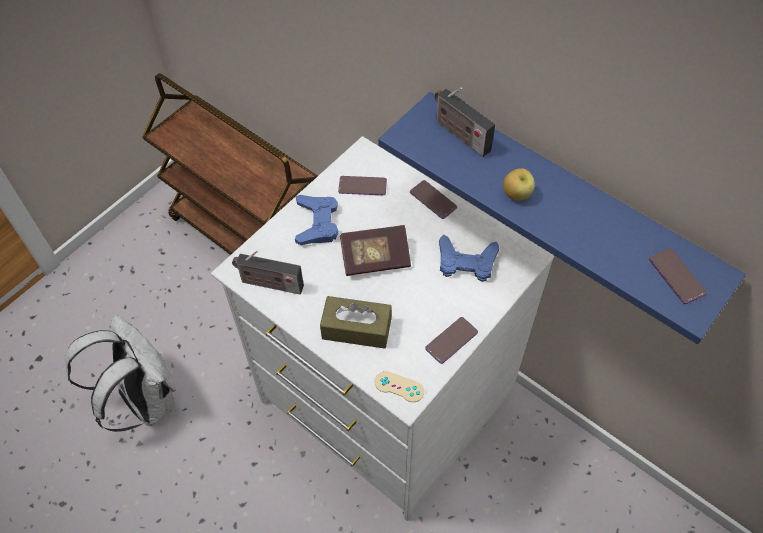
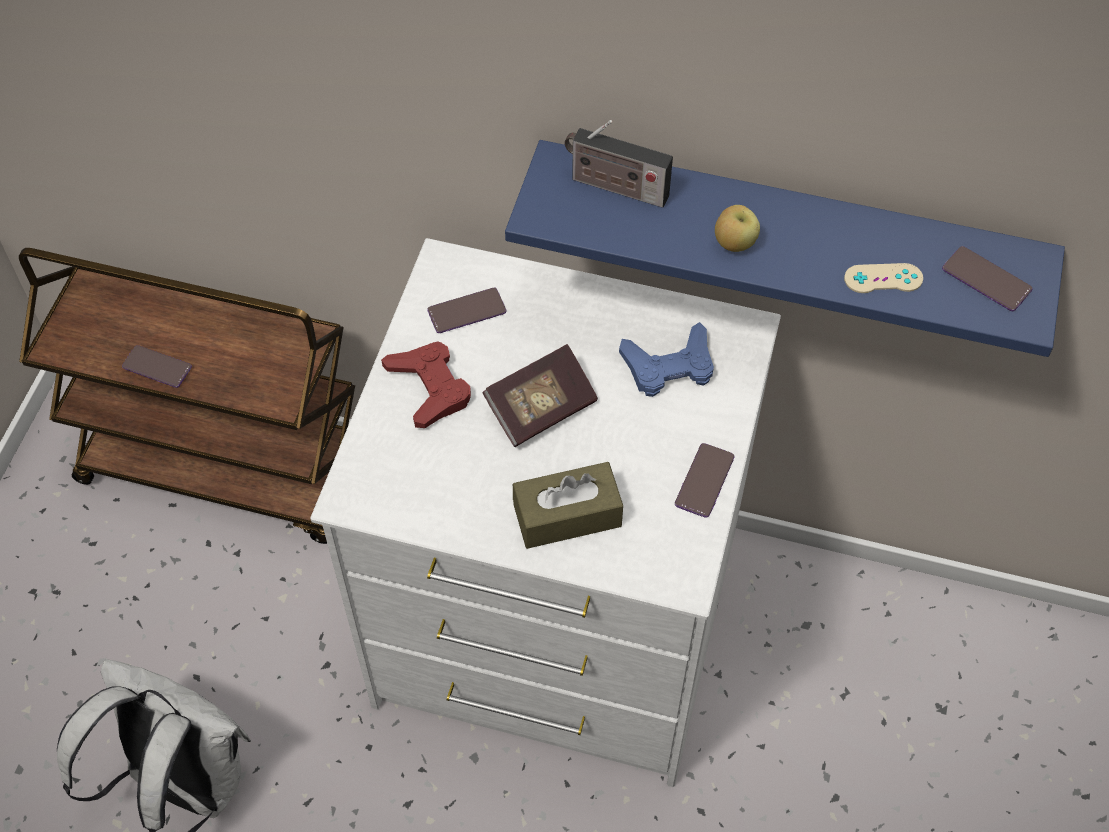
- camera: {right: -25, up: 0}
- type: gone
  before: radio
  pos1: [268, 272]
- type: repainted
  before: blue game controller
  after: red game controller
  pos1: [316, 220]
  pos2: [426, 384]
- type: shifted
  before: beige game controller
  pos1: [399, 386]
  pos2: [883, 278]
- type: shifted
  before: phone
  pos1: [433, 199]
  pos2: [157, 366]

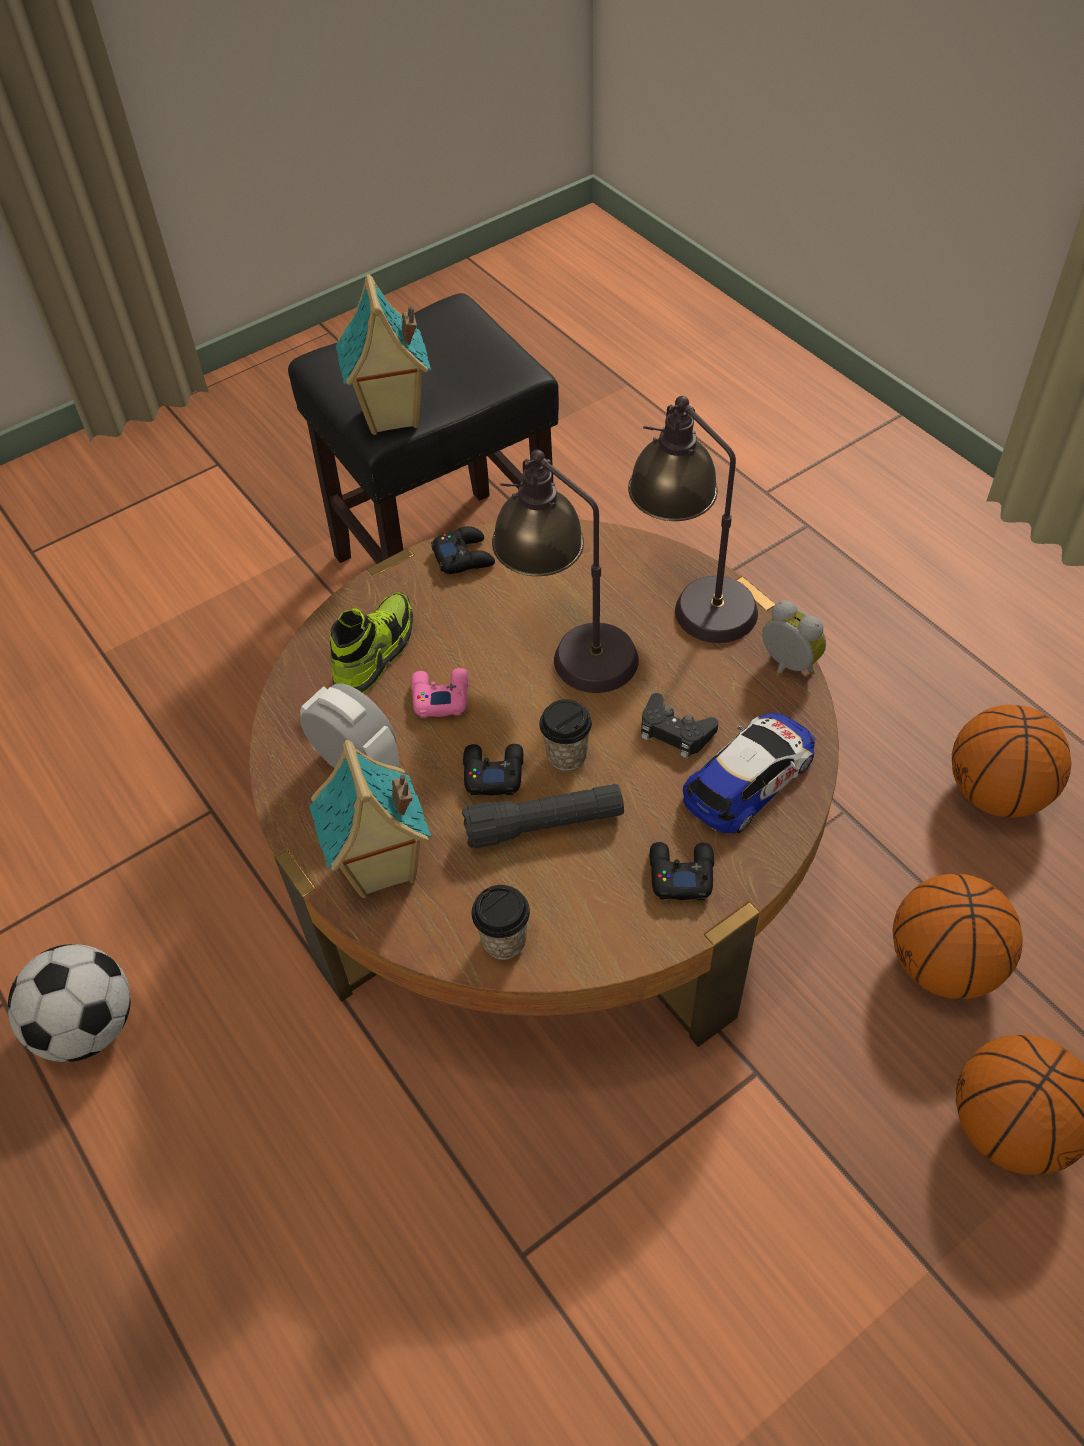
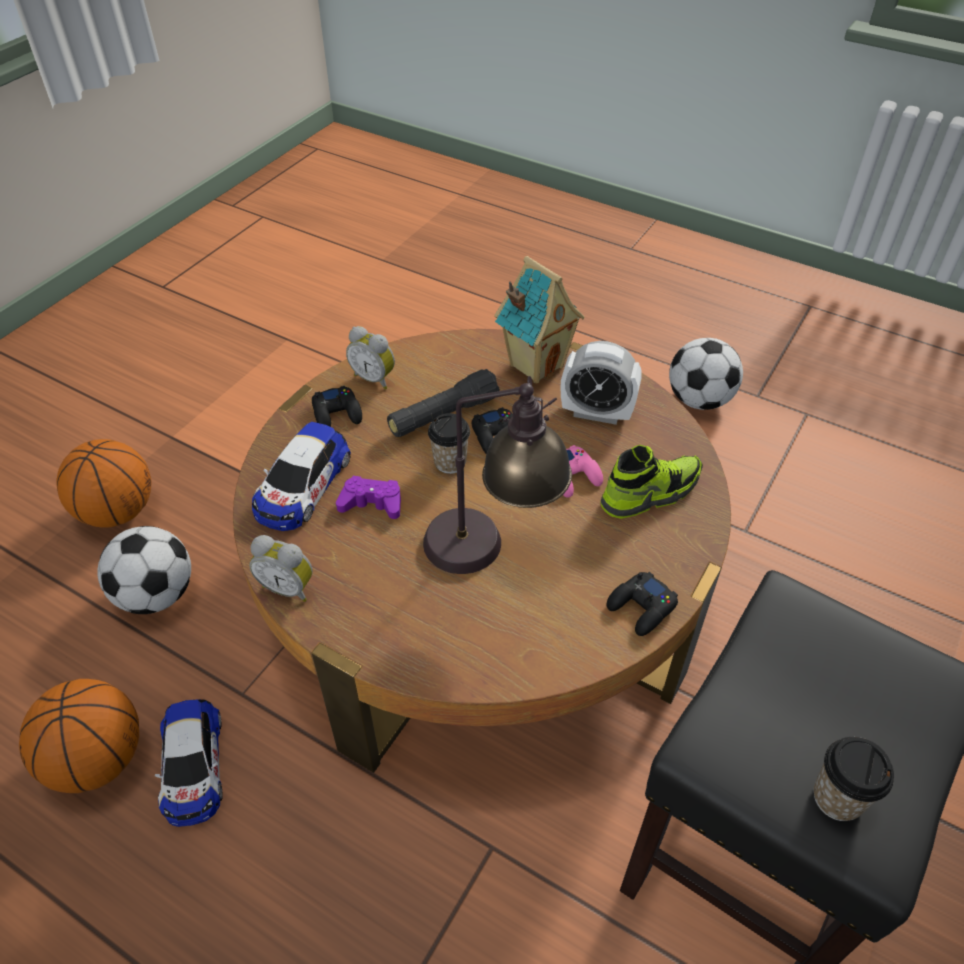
- camera: {right: 155, up: -5}
- type: rotated
  before: shoe
  pos1: [371, 643]
  pos2: [652, 482]
  turn: -120
- type: gone
  before: toy house
  pos1: [383, 354]
- type: shifted
  before: cup
  pos1: [500, 922]
  pos2: [854, 779]
- type: gone
  before: table lamp
  pos1: [693, 519]
- type: repainted
  before: black game controller
  after: purple game controller
  pos1: [679, 725]
  pos2: [368, 497]
- type: swapped
  before: basketball
  after: football
  pos1: [958, 936]
  pos2: [144, 570]
- type: new
  after: toy car
  pos2: [189, 763]
- type: new
  after: alarm clock
  pos2: [370, 357]

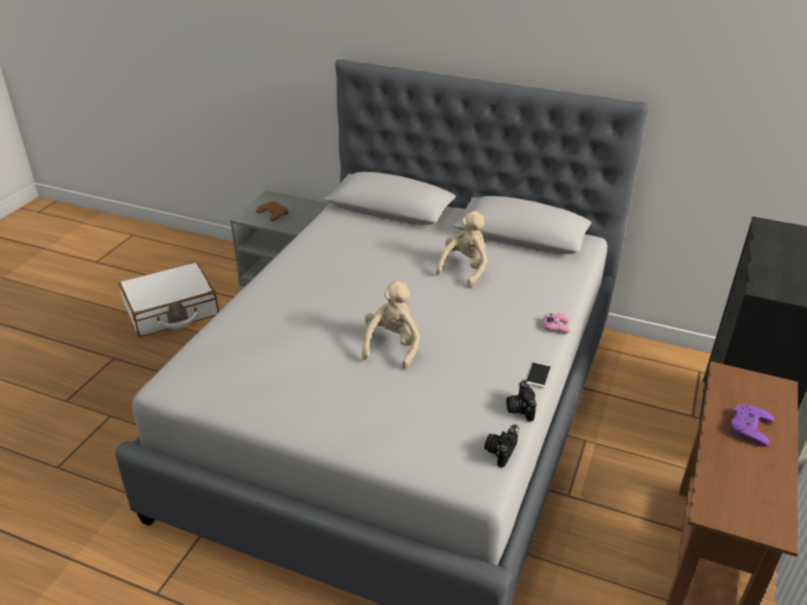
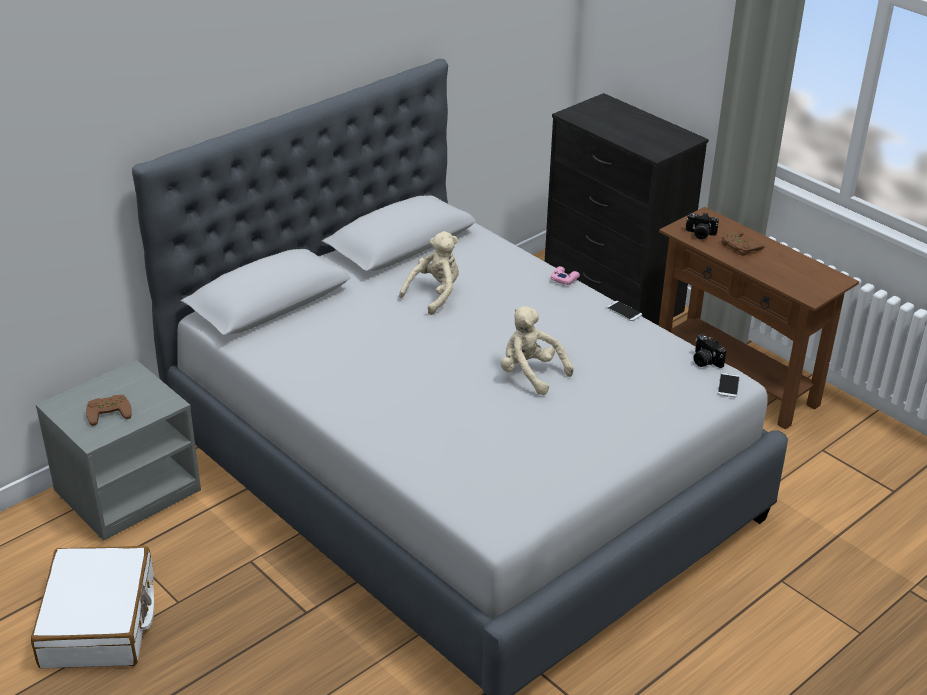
- camera: {right: -65, up: 0}
- type: rotated
  before: beige plush toy
  pos1: [461, 249]
  pos2: [429, 273]
  turn: 75
- type: shifted
  before: photo camera
  pos1: [521, 400]
  pos2: [702, 226]
- type: repainted
  before: purple game controller
  after: brown game controller
  pos1: [752, 425]
  pos2: [742, 243]
- type: new
  after: phone
  pos2: [729, 385]

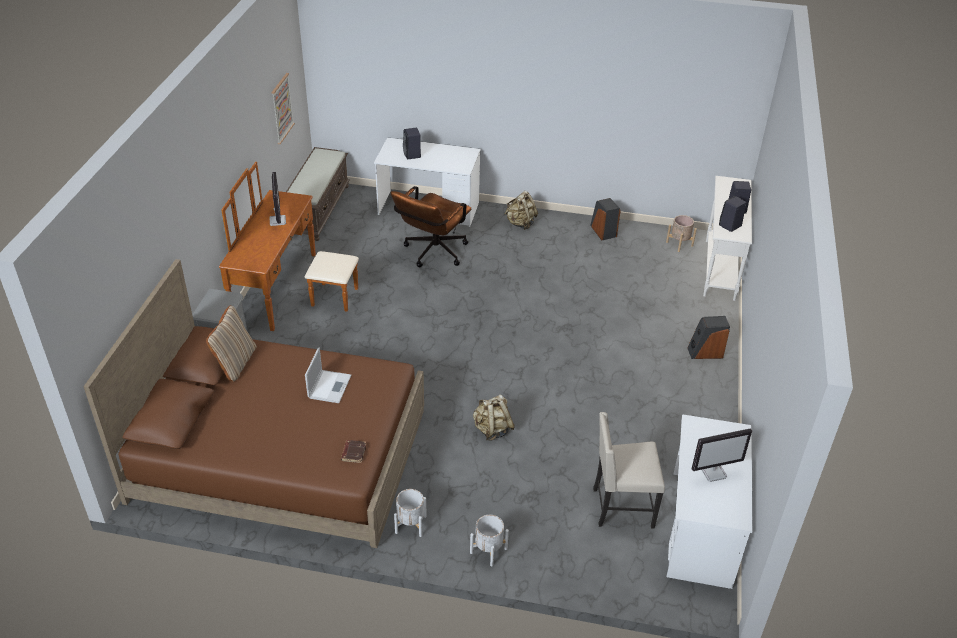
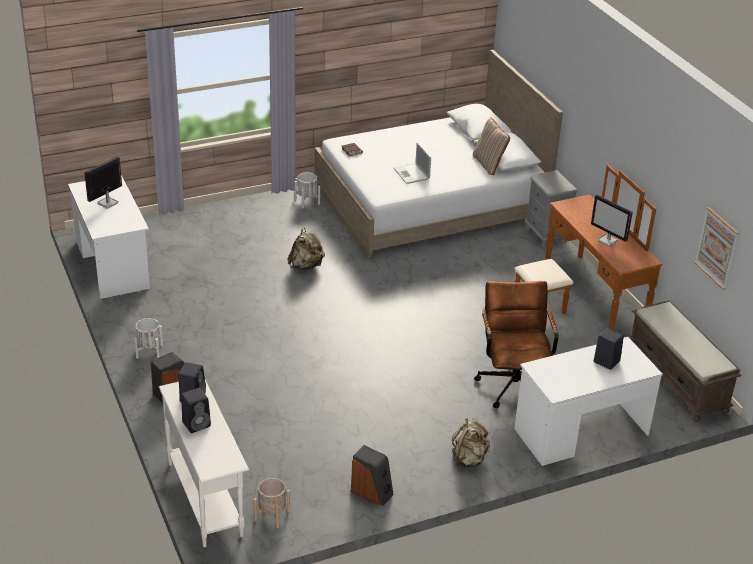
- camera: {right: 145, up: -5}
- type: repainted
  before: brown bed
  after: white bed
  pos1: [253, 403]
  pos2: [439, 154]
- type: shifted
  before: white planter
  pos1: [489, 541]
  pos2: [148, 338]
- type: gone
  before: beige chair
  pos1: [629, 470]

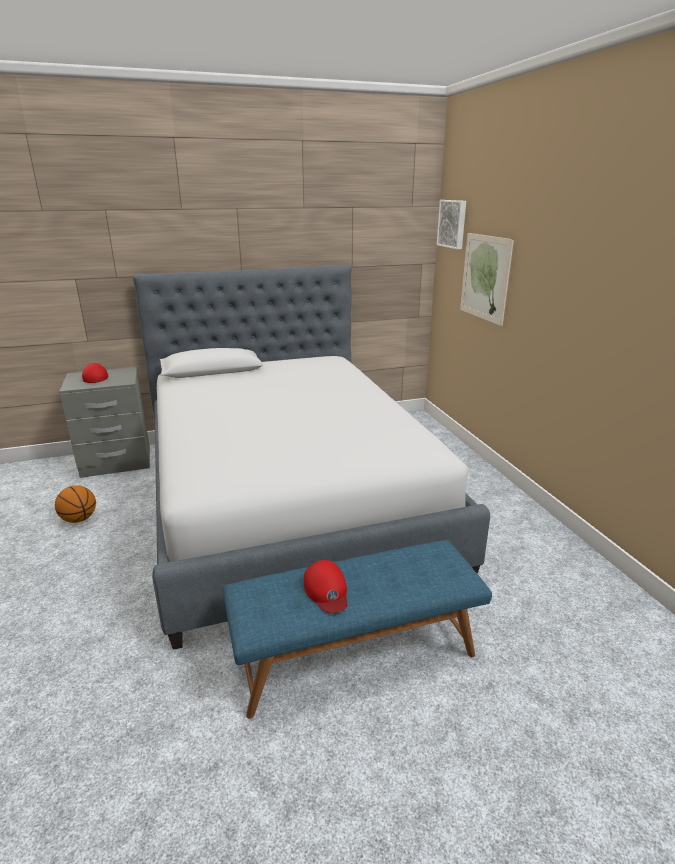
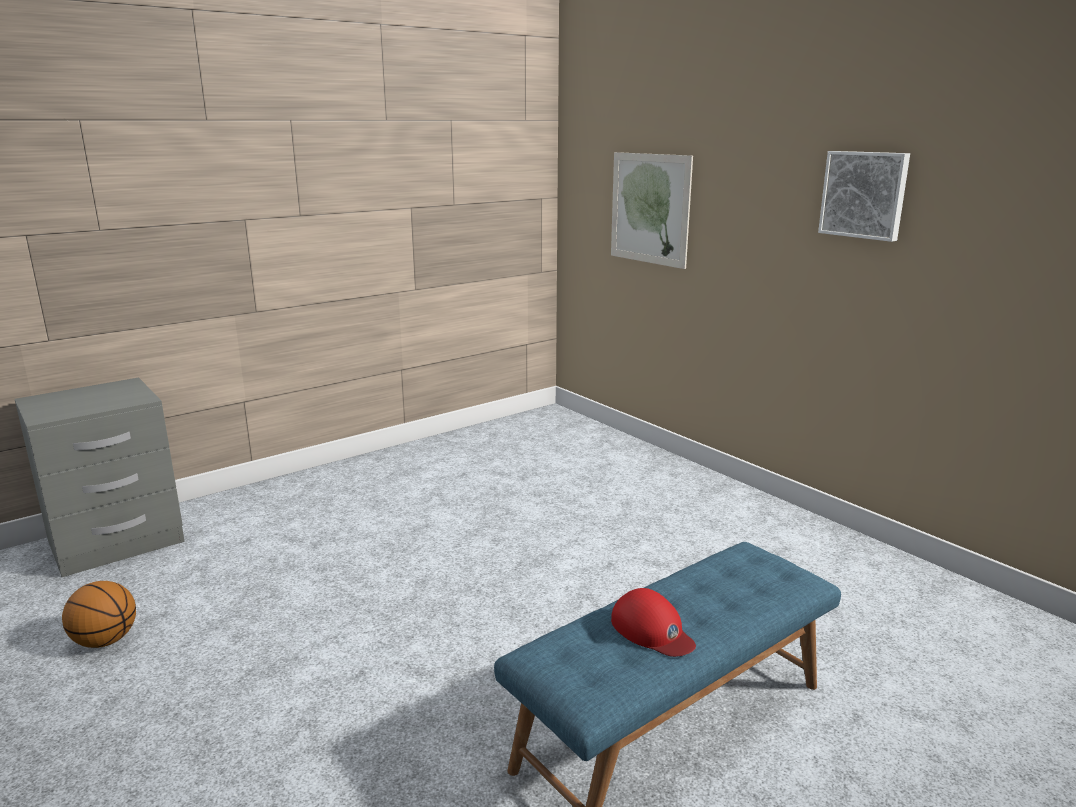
- camera: {right: -20, up: -5}
- type: gone
  before: red cap
  pos1: [95, 373]
- type: gone
  before: bed
  pos1: [311, 457]
- type: shifted
  before: picture
  pos1: [451, 224]
  pos2: [864, 196]

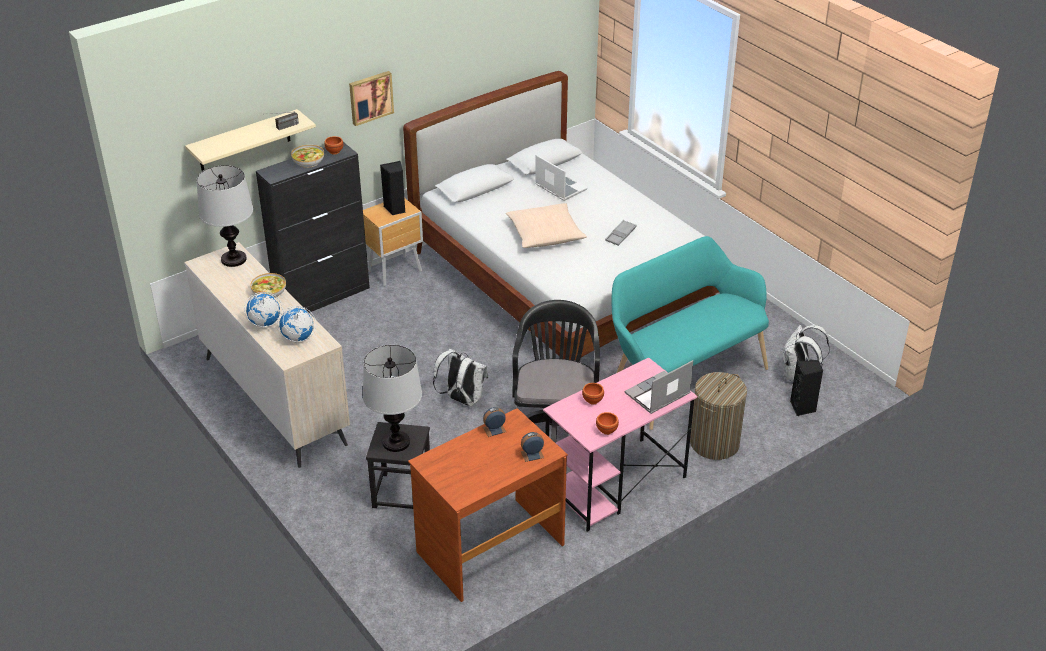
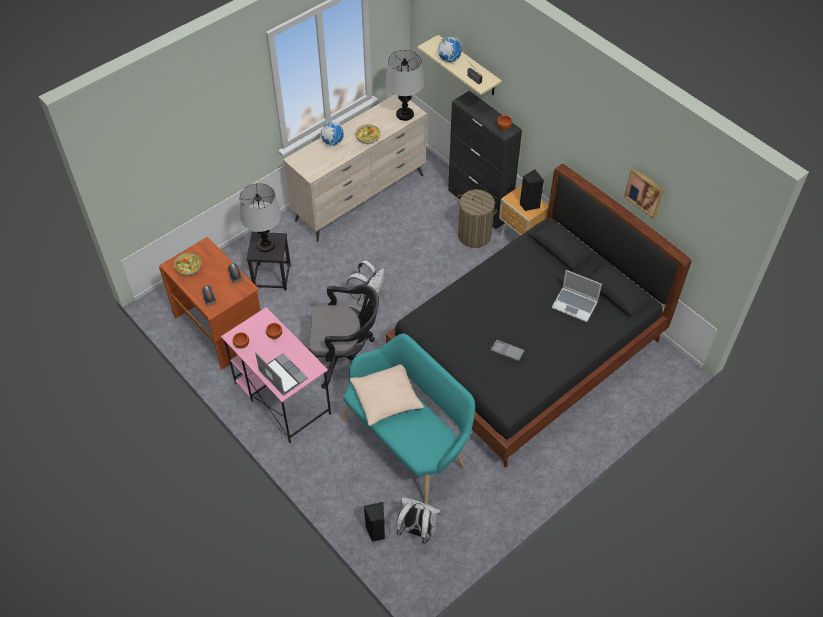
- camera: {right: 85, up: 15}
- type: shifted
  before: globe
  pos1: [297, 324]
  pos2: [449, 50]
- type: shifted
  before: bowl
  pos1: [307, 156]
  pos2: [187, 264]
- type: shifted
  before: picture
  pos1: [371, 98]
  pos2: [644, 193]
- type: repainted
  before: white bed
  after: black bed
  pos1: [561, 215]
  pos2: [538, 315]
- type: shifted
  before: beige pillow
  pos1: [546, 225]
  pos2: [387, 395]
- type: rotated
  before: laptop
  pos1: [561, 178]
  pos2: [577, 296]
  turn: 75
- type: shifted
  before: laundry basket
  pos1: [718, 416]
  pos2: [477, 218]

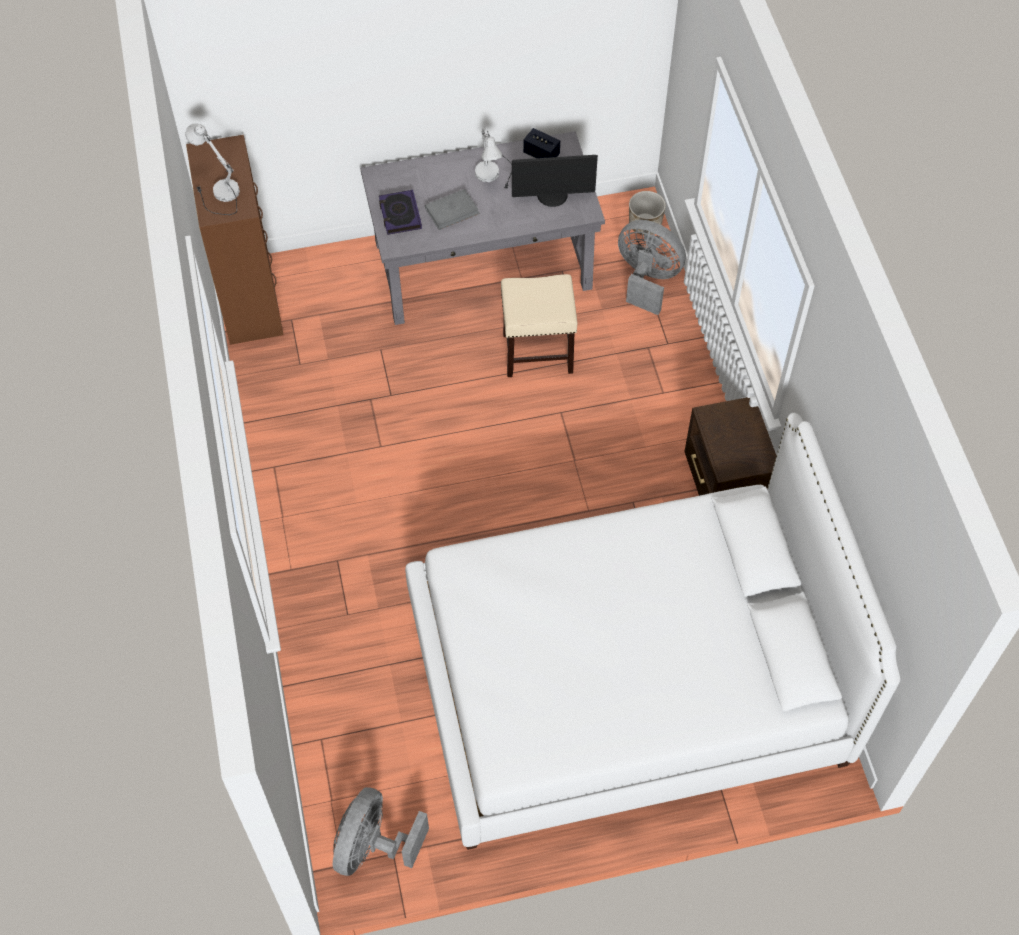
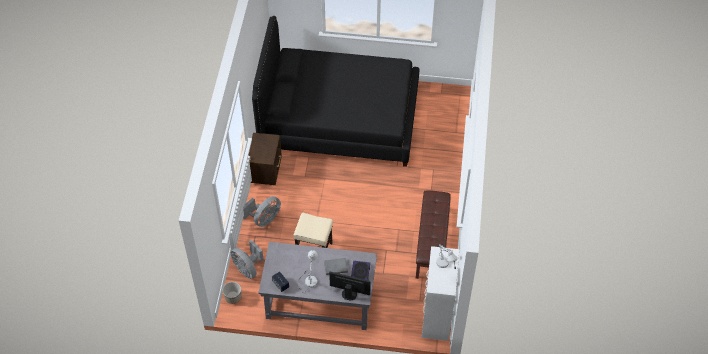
- camera: {right: -160, up: -5}
- type: repainted
  before: brown dresser
  after: white dresser
  pos1: [235, 240]
  pos2: [440, 293]
- type: shifted
  before: grey fan
  pos1: [381, 831]
  pos2: [262, 211]
- type: repainted
  before: white bed
  after: black bed
  pos1: [652, 631]
  pos2: [335, 91]
- type: shifted
  before: monitor
  pos1: [555, 181]
  pos2: [350, 286]
- type: new
  after: brown bench
  pos2: [433, 234]

